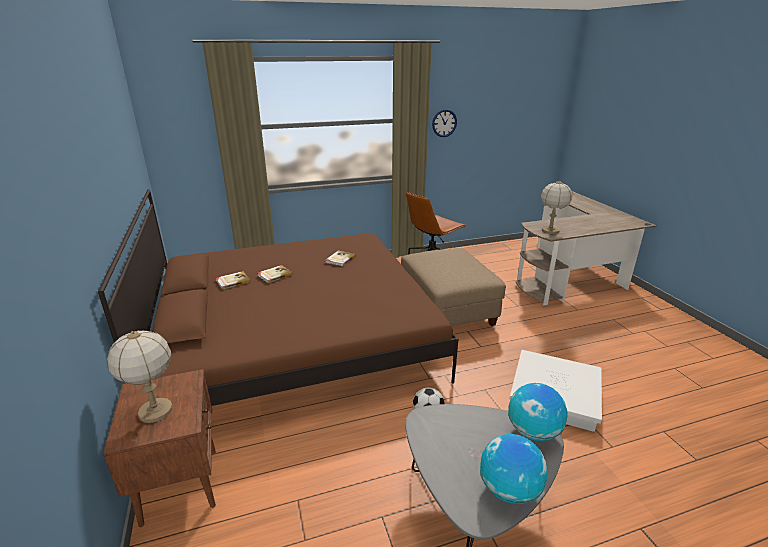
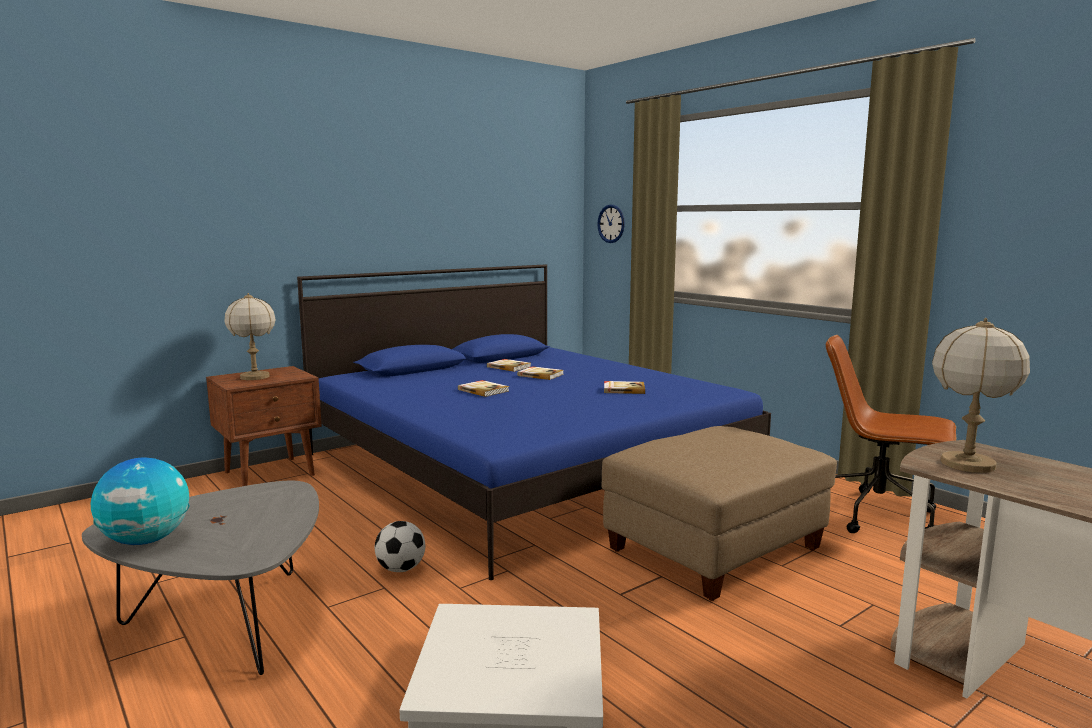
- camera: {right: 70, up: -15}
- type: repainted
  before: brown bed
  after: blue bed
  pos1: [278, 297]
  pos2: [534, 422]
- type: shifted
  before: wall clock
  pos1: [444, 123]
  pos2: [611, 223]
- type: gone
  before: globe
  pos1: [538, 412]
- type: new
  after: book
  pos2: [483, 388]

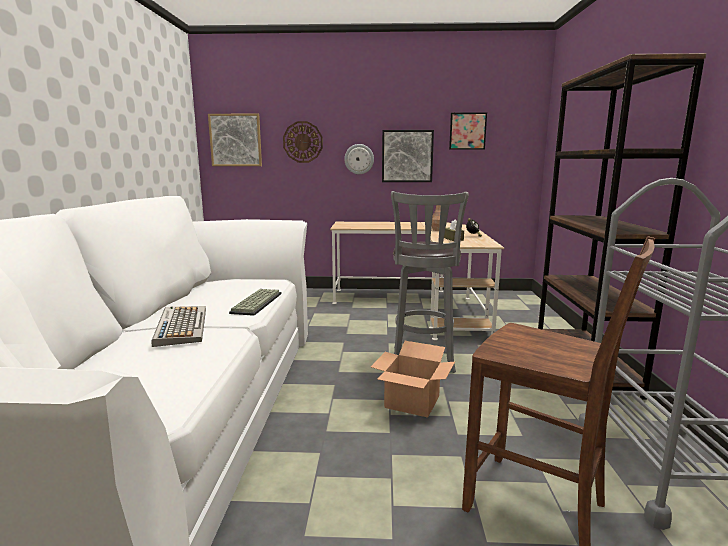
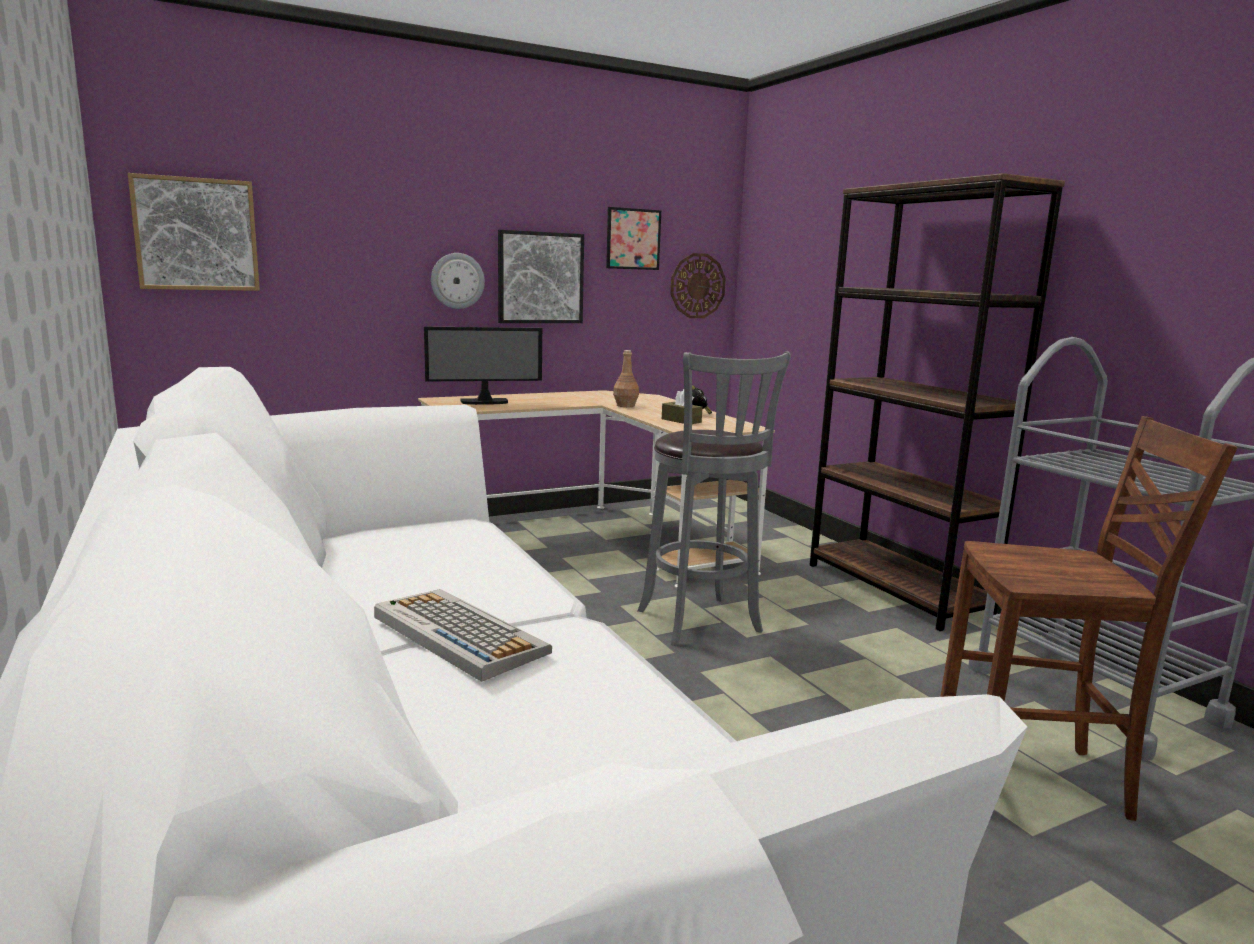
- camera: {right: -30, up: 0}
- type: gone
  before: keyboard
  pos1: [255, 302]
- type: shifted
  before: wall clock
  pos1: [303, 142]
  pos2: [698, 285]
- type: gone
  before: cardboard box
  pos1: [413, 379]
- type: new
  after: monitor
  pos2: [483, 366]

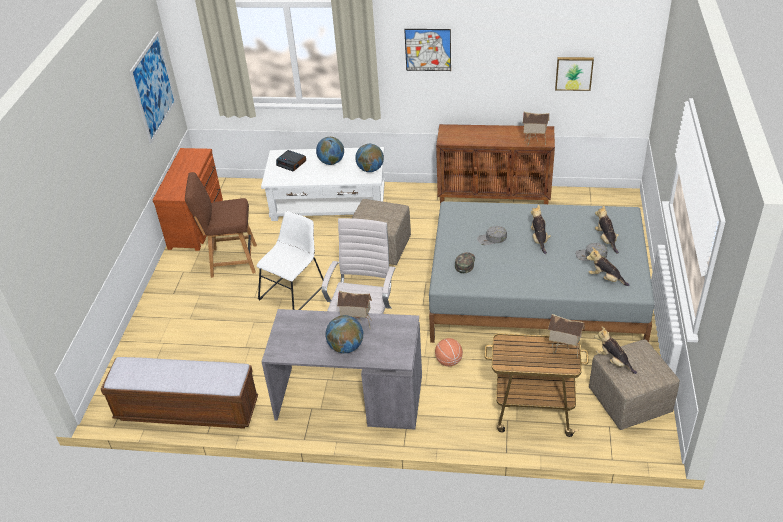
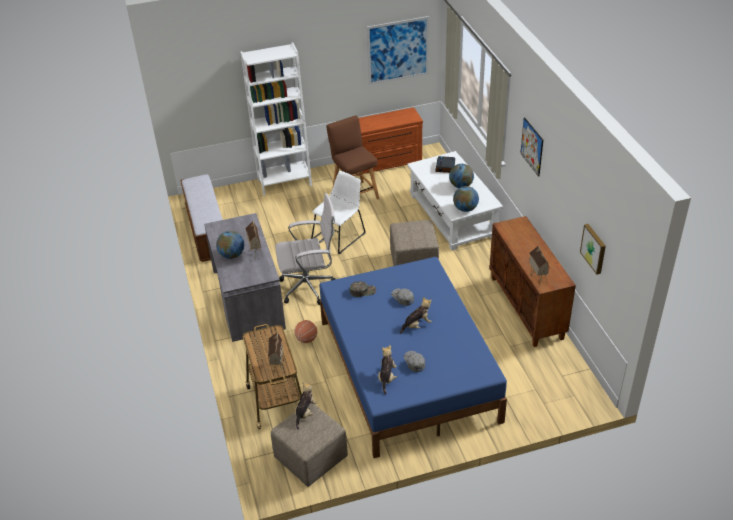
- camera: {right: 65, up: 0}
- type: rotated
  before: white chair
  pos1: [290, 260]
  pos2: [338, 213]
  turn: -60
- type: repainted
  before: grey bed
  after: blue bed
  pos1: [542, 272]
  pos2: [413, 357]
- type: gone
  before: plush toy
  pos1: [607, 229]
- type: new
  after: white bookcase
  pos2: [276, 119]

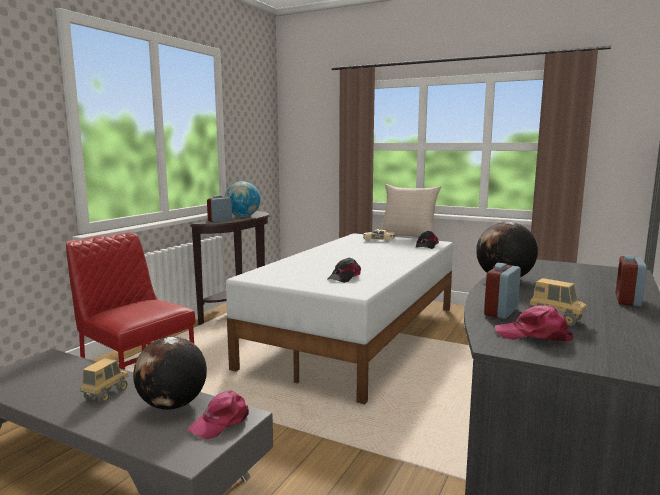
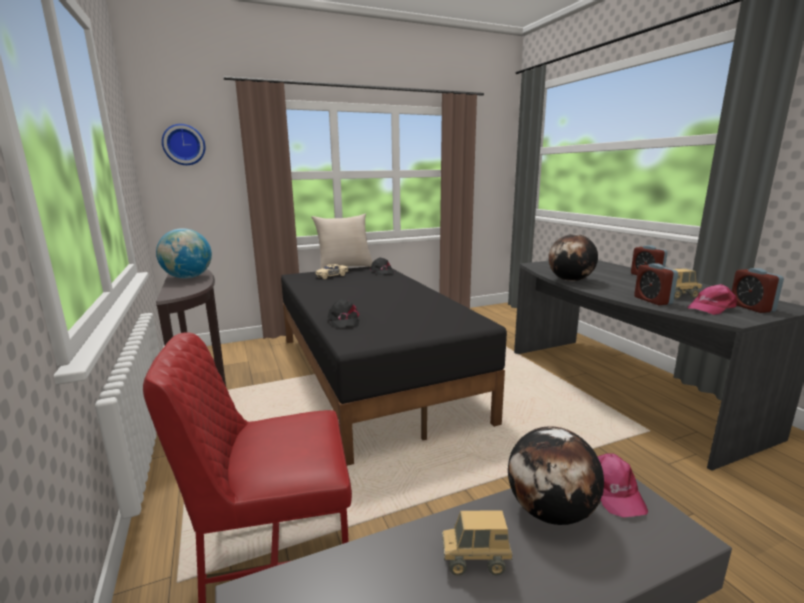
- camera: {right: -50, up: 5}
- type: rotated
  before: toy truck
  pos1: [104, 380]
  pos2: [477, 543]
  turn: -60
- type: shifted
  before: alarm clock
  pos1: [219, 208]
  pos2: [758, 290]
- type: repainted
  before: white bed
  after: black bed
  pos1: [339, 318]
  pos2: [394, 366]
- type: shifted
  before: black cap
  pos1: [344, 270]
  pos2: [343, 313]
- type: new
  after: wall clock
  pos2: [183, 144]

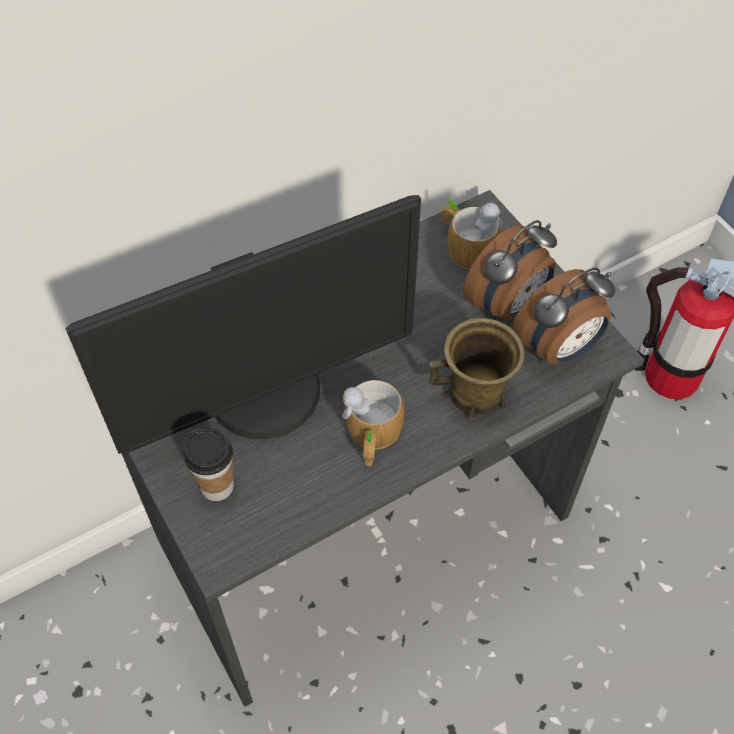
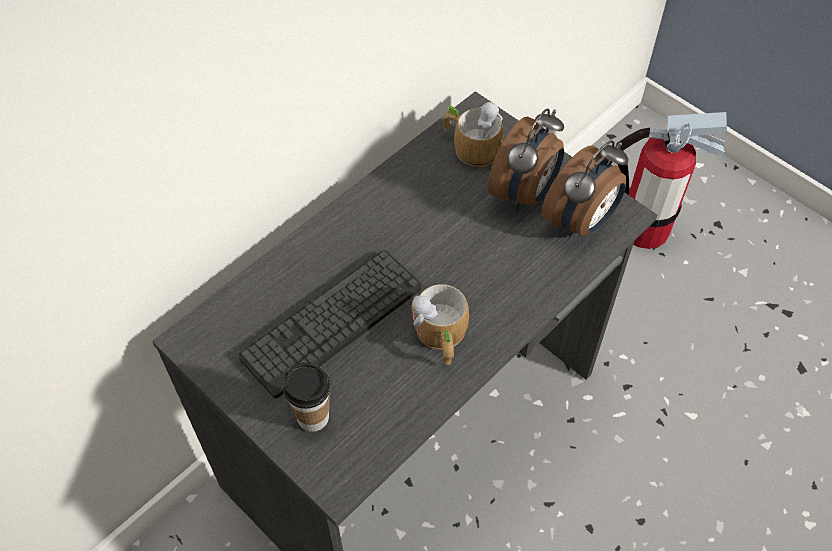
- camera: {right: -15, up: 0}
- type: swapped
  before: monitor
  after: keyboard
  pos1: [243, 325]
  pos2: [330, 324]
- type: gone
  before: brown mug
  pos1: [477, 369]

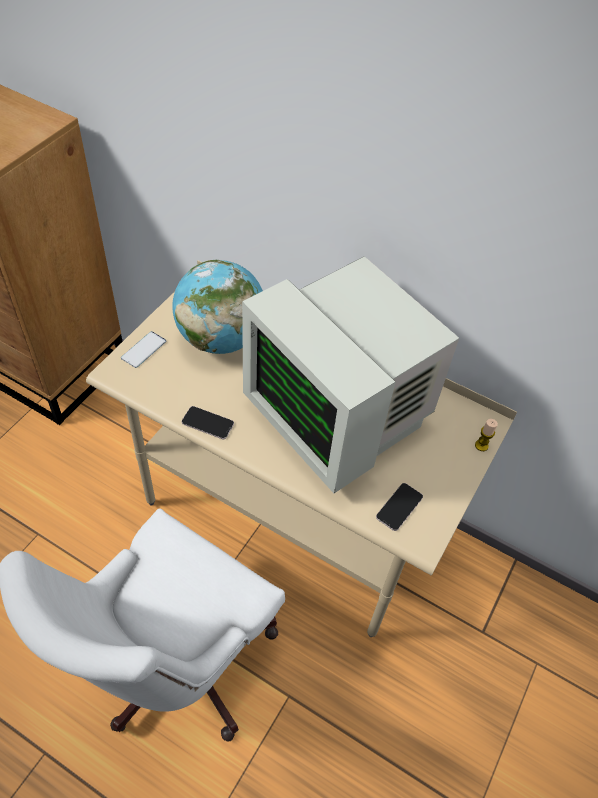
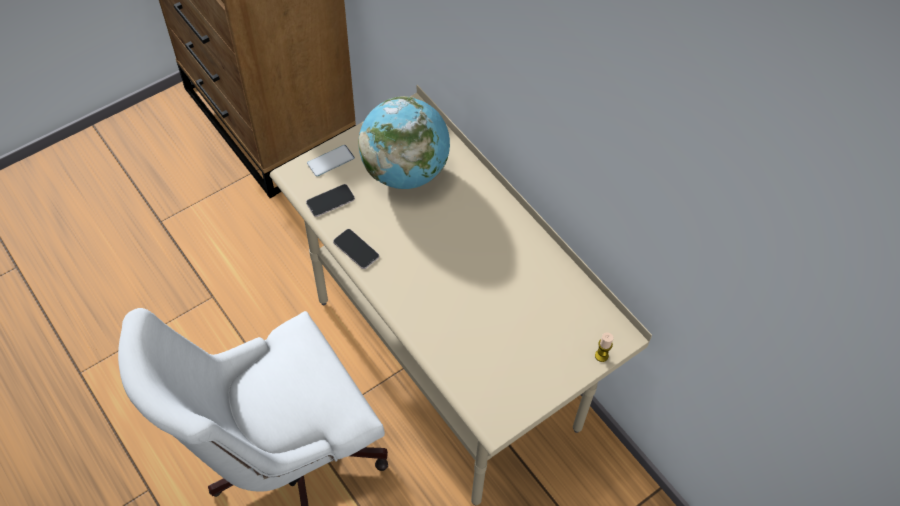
- camera: {right: 25, up: 5}
- type: gone
  before: monitor
  pos1: [350, 374]
- type: shifted
  before: phone
  pos1: [399, 507]
  pos2: [330, 200]

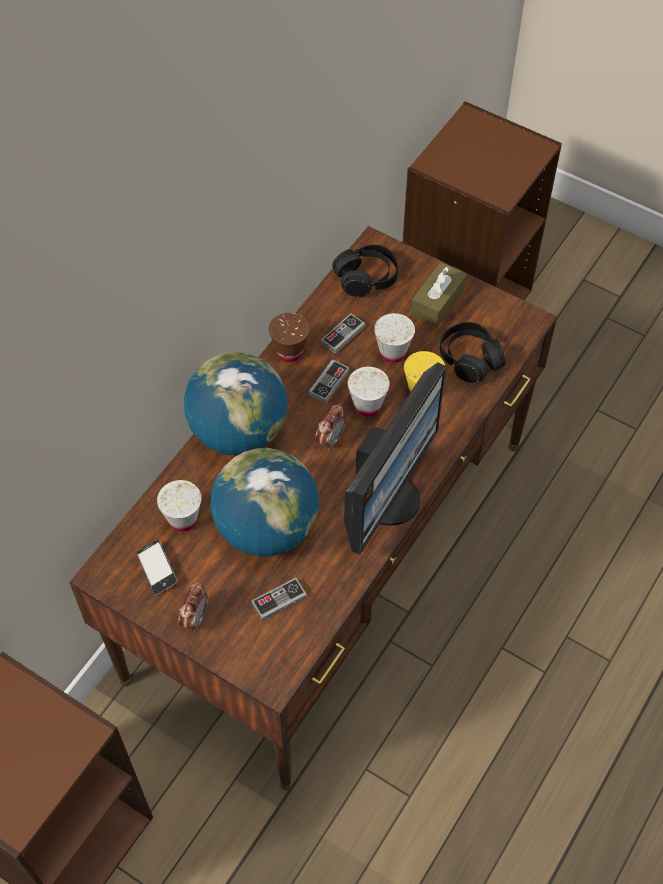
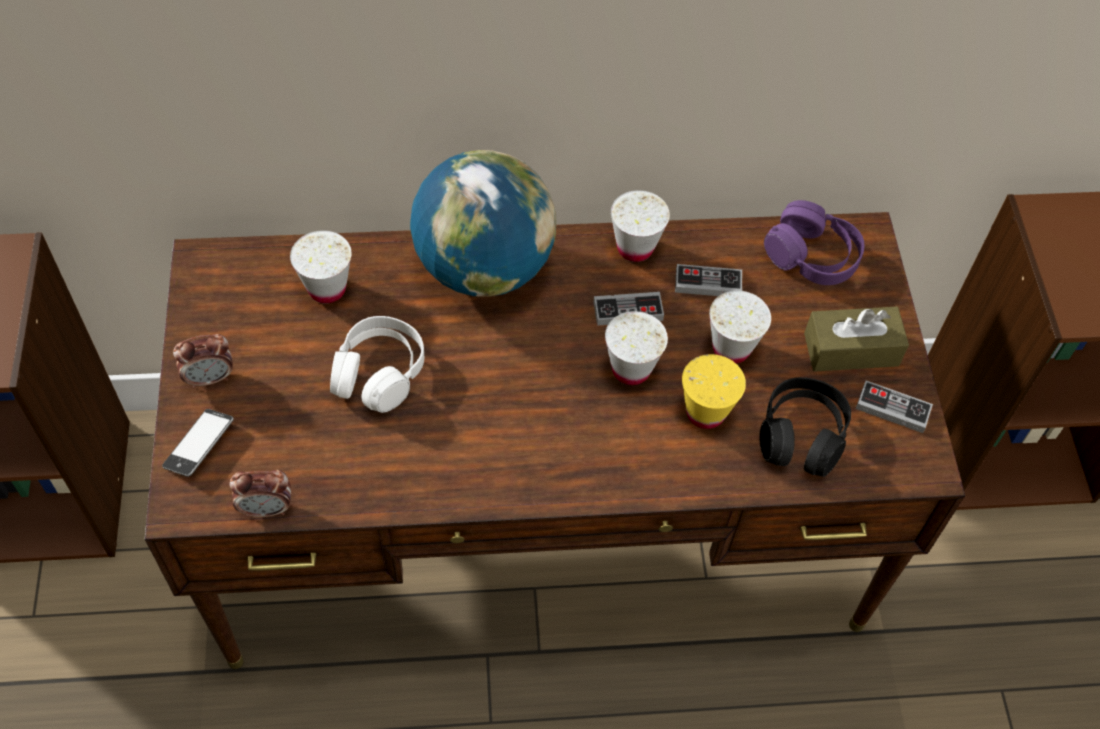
- camera: {right: 50, up: 0}
- type: shifted
  before: phone
  pos1: [157, 567]
  pos2: [198, 443]
- type: swapped
  before: globe
  after: white headphones
  pos1: [265, 502]
  pos2: [377, 364]
- type: shifted
  before: game controller
  pos1: [279, 599]
  pos2: [894, 406]
- type: repainted
  before: brown cup
  after: white cup
  pos1: [289, 337]
  pos2: [640, 226]
- type: shifted
  before: alarm clock
  pos1: [330, 427]
  pos2: [260, 493]
- type: repainted
  before: black headphones
  after: purple headphones
  pos1: [365, 271]
  pos2: [814, 242]
- type: gone
  before: monitor
  pos1: [395, 458]

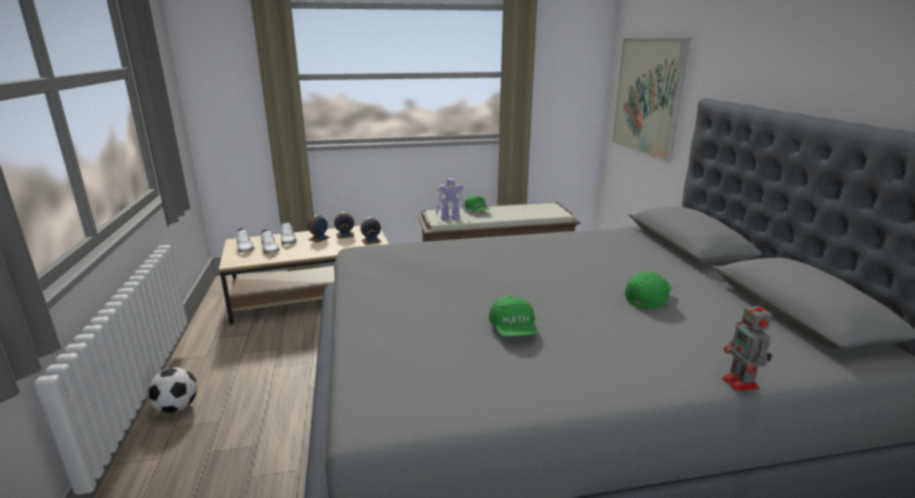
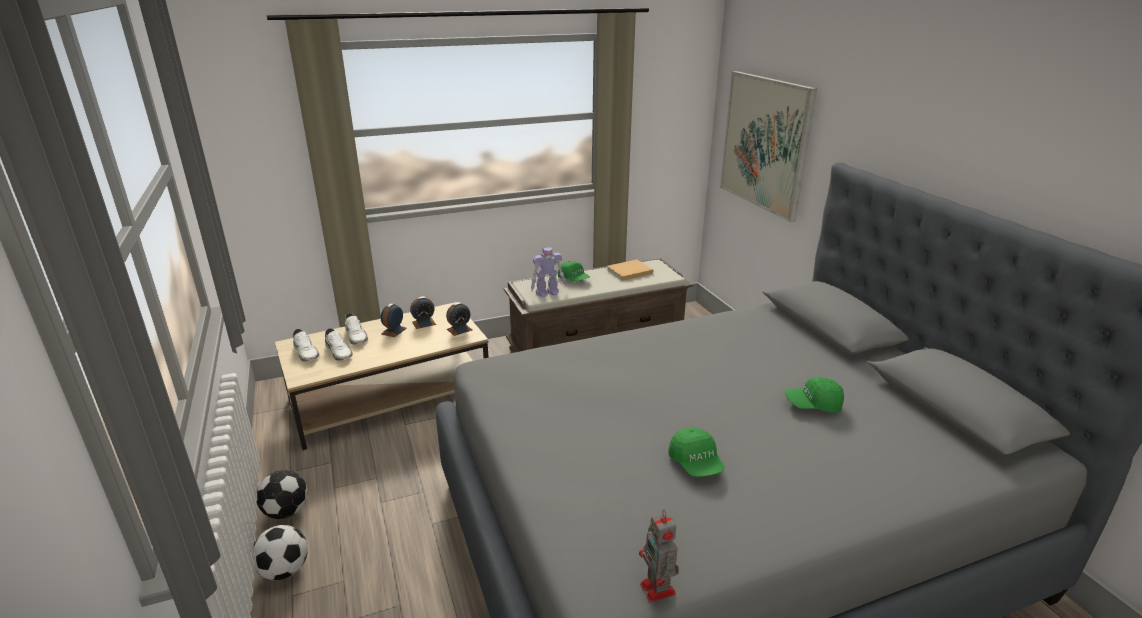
- camera: {right: -10, up: 5}
- type: rotated
  before: green cap
  pos1: [648, 290]
  pos2: [814, 395]
  turn: -120
- type: shifted
  before: toy robot
  pos1: [747, 345]
  pos2: [659, 556]
- type: new
  after: football
  pos2: [282, 494]
- type: new
  after: beige book
  pos2: [630, 270]

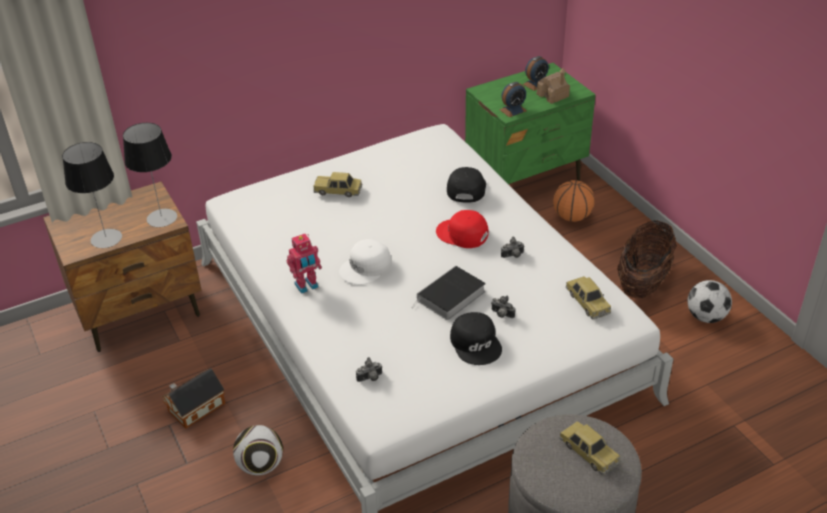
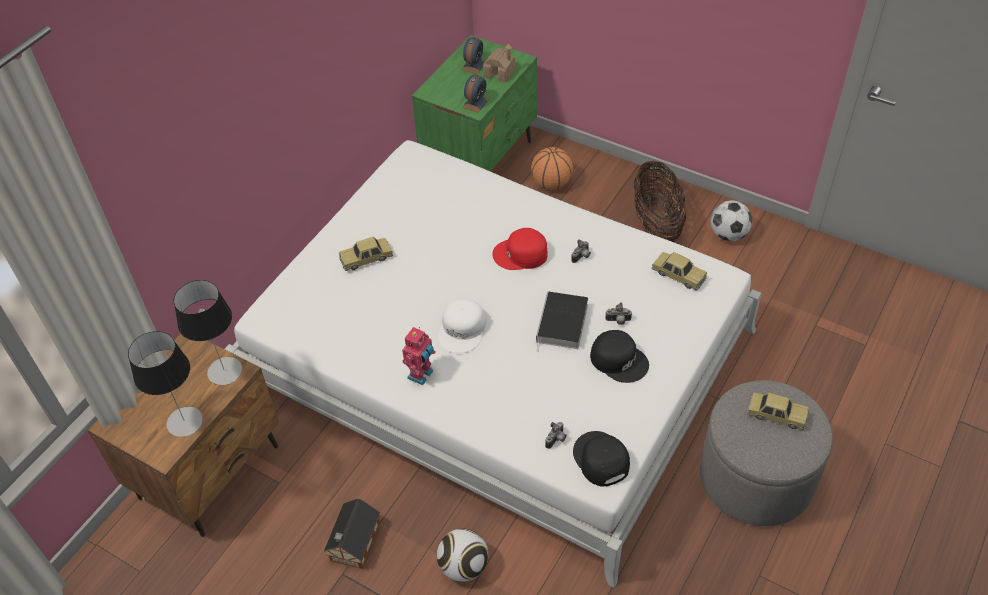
- camera: {right: -30, up: 10}
- type: shifted
  before: black cap
  pos1: [466, 185]
  pos2: [601, 459]

